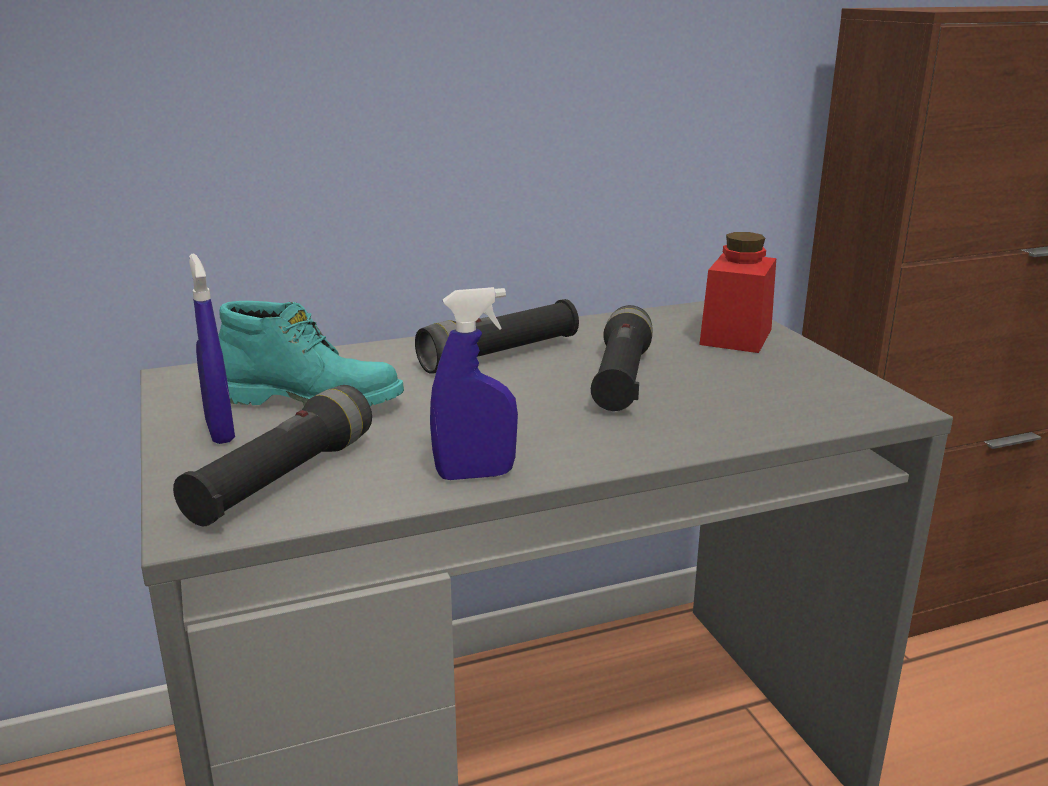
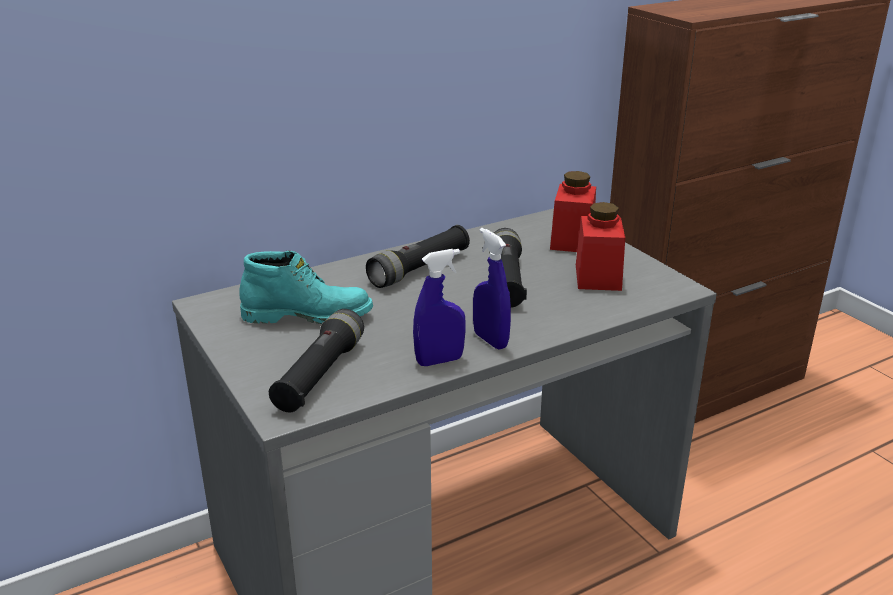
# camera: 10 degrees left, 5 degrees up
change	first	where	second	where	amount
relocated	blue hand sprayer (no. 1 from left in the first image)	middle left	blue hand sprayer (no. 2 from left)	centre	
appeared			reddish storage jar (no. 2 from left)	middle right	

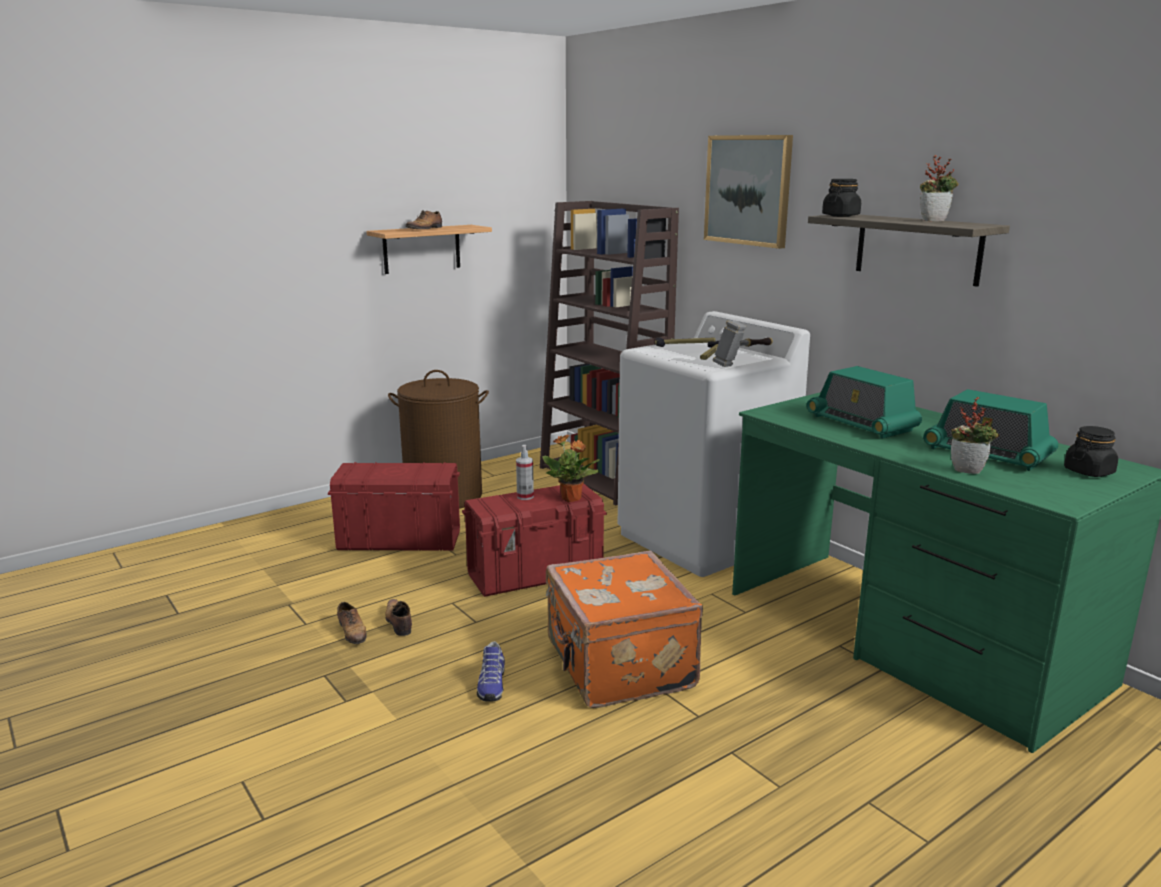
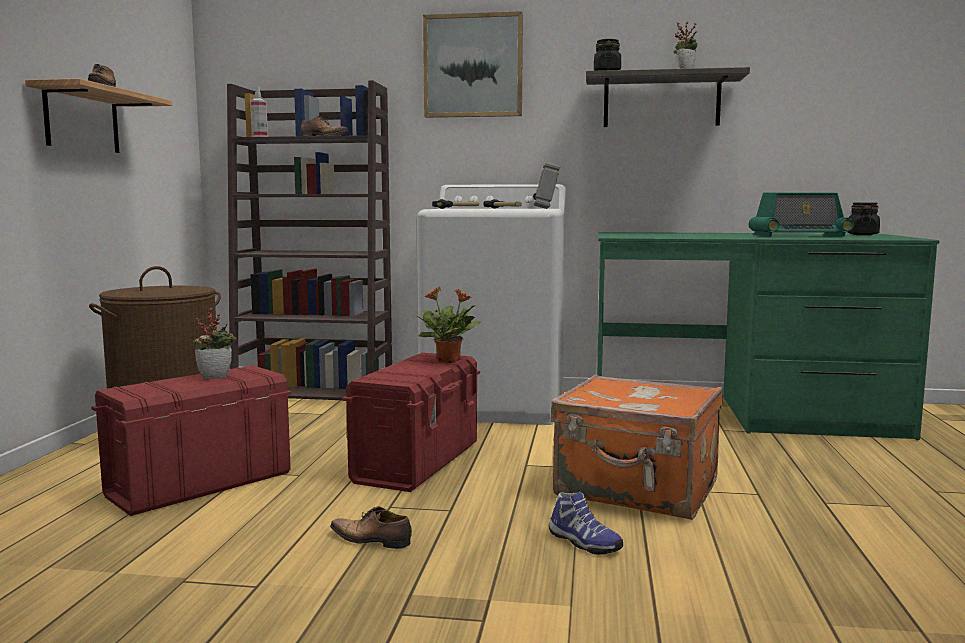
# camera: 45 degrees left, 10 degrees down
change	first	where	second	where	amount
missing	radio receiver (no. 1 from left)	middle right			
relocated	potted plant (no. 3 from left in the first image)	middle right	potted plant (no. 1 from left)	middle left	
relocated	hand sprayer	centre		top left	
relocated	item of footwear (no. 1 from left in the first image)	bottom left	item of footwear (no. 2 from left)	top centre	

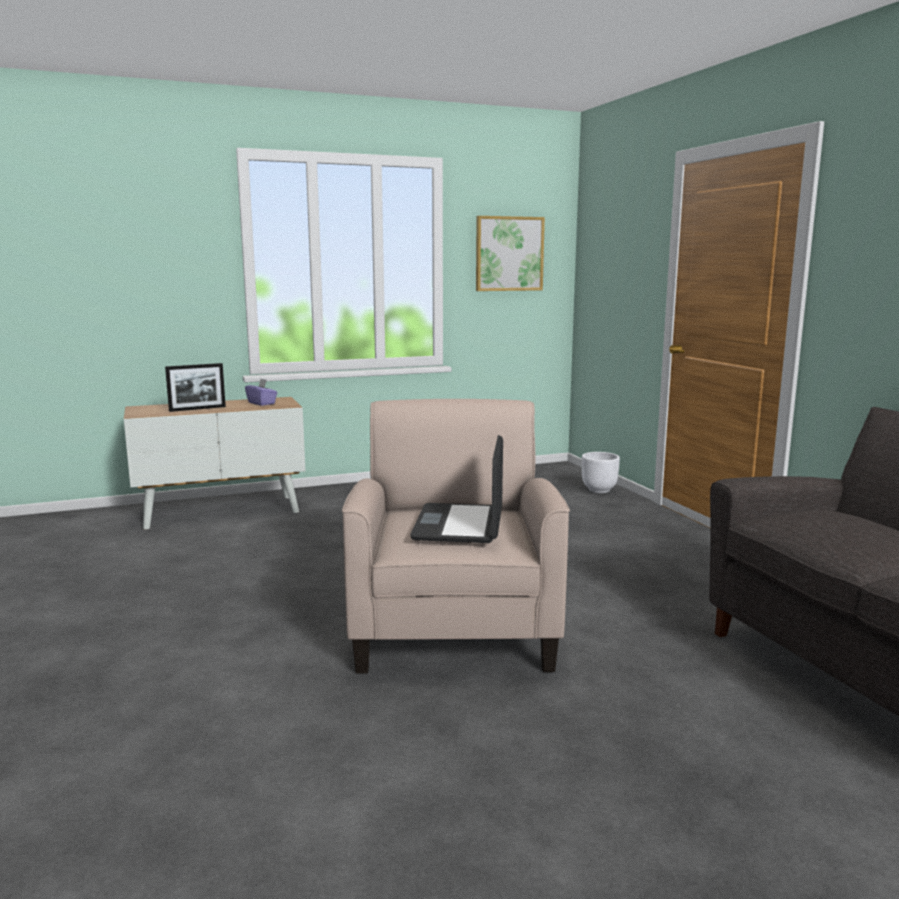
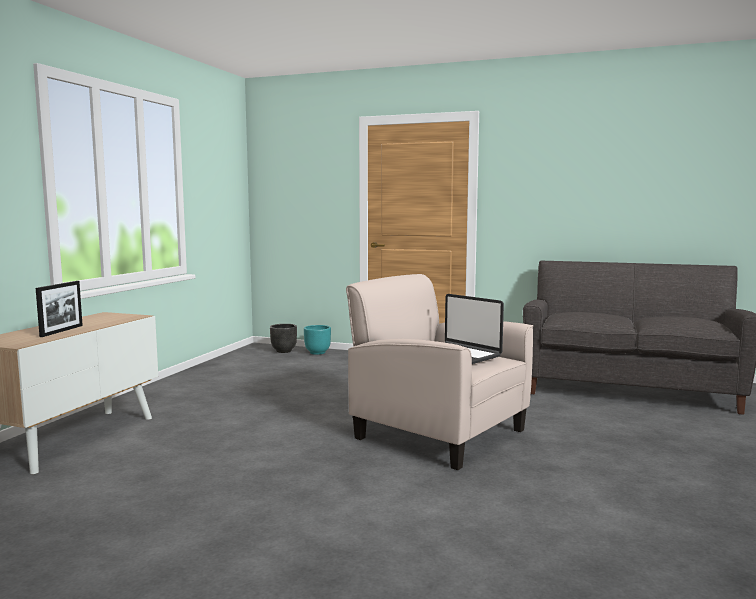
# camera: 50 degrees left, 5 degrees down
change	first	where	second	where	amount
missing	wall picture	top centre			
missing	purplish box of tissues	middle left			
colour	whitish flower pot	middle right	turquoise flower pot	centre	
appeared			black flower pot	centre	

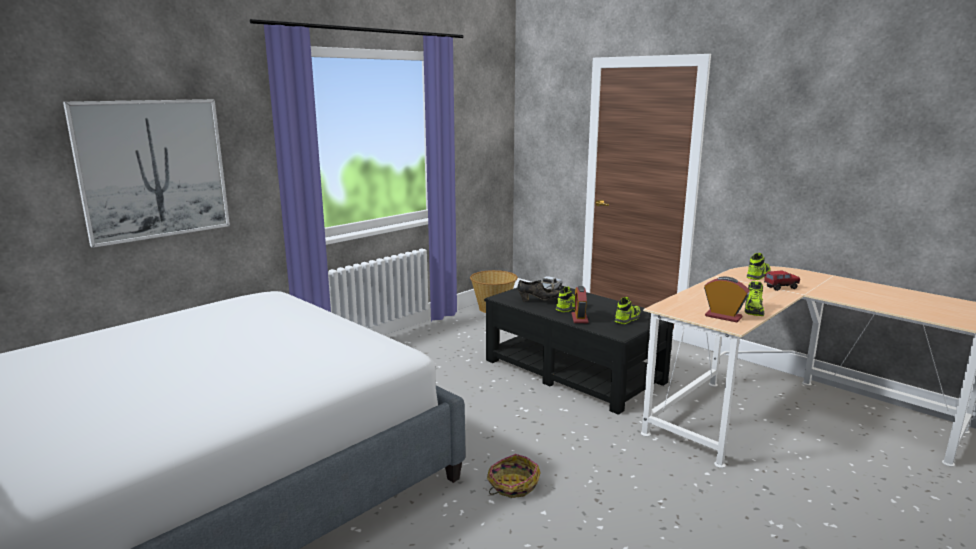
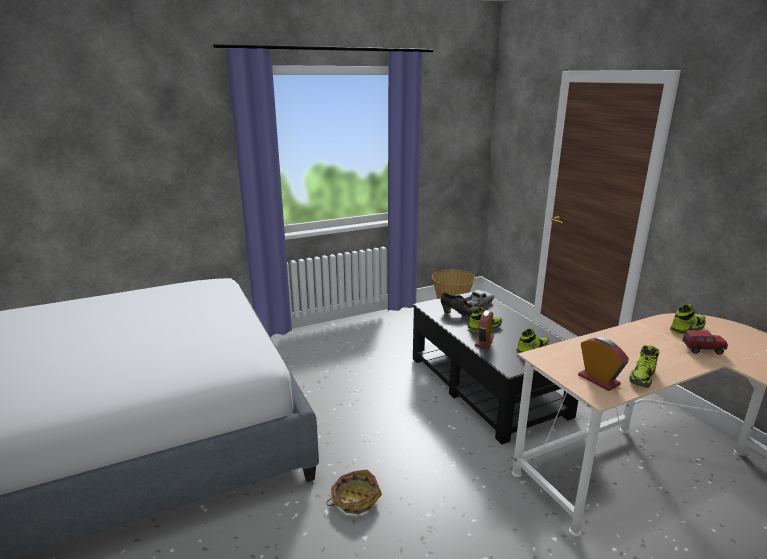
# camera: 20 degrees right, 5 degrees up
change	first	where	second	where	amount
missing	wall picture	top left			

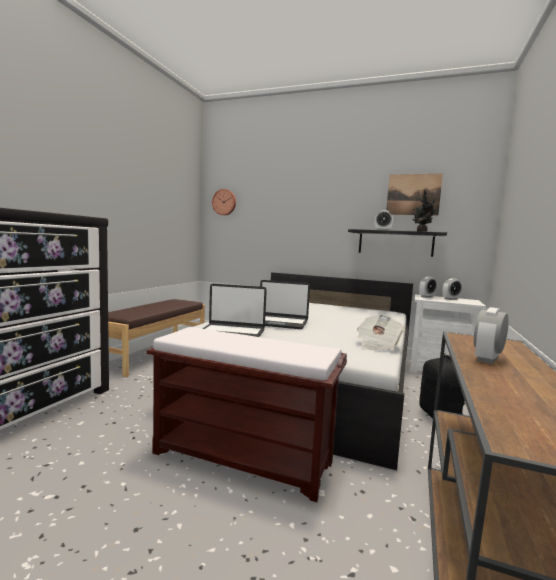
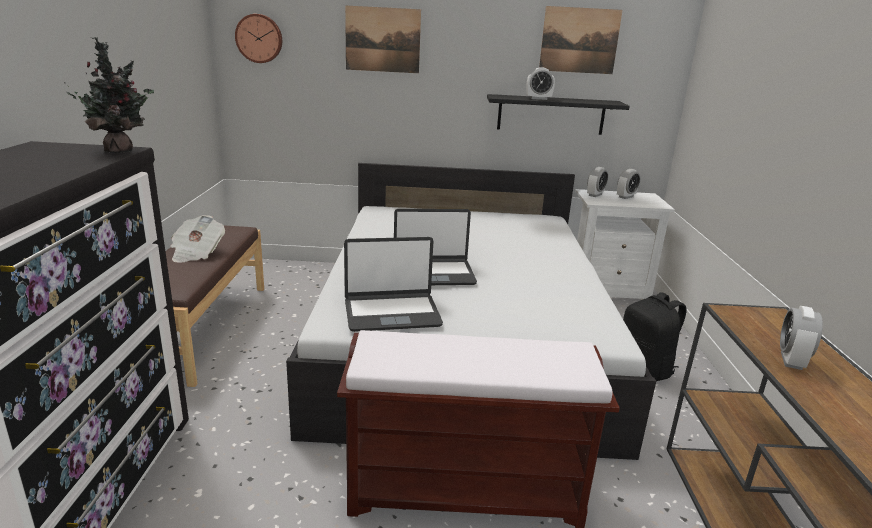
# camera: 20 degrees left, 15 degrees up
change	first	where	second	where	amount
relocated	potted plant	middle right		top left	
relocated	newspaper	middle right		middle left	
appeared			wall picture (no. 1 from left)	top centre	

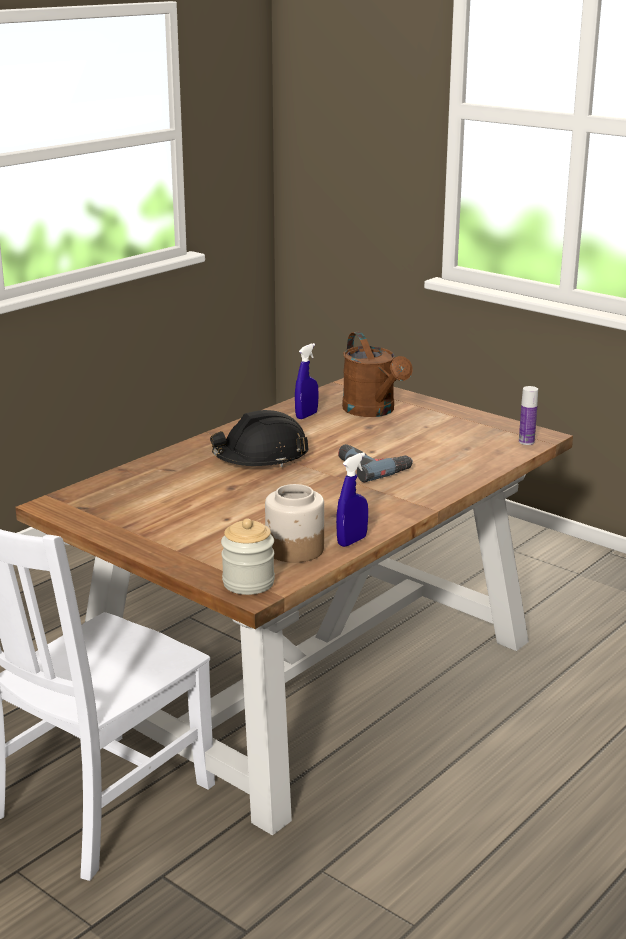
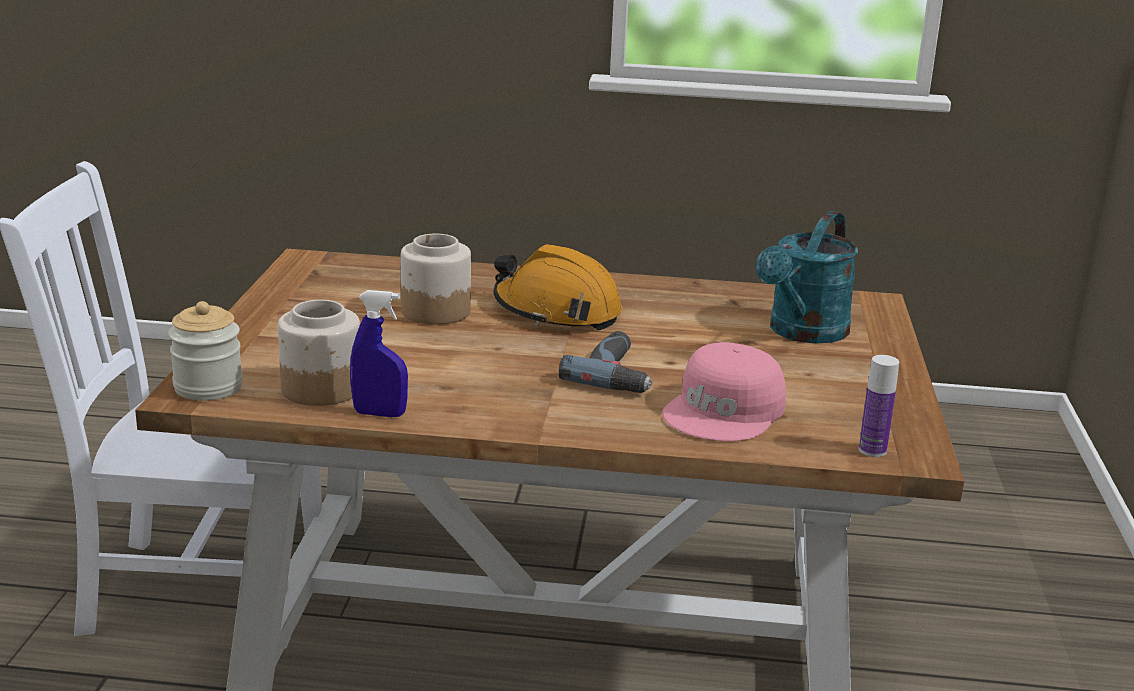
# camera: 55 degrees right, 0 degrees up
change	first	where	second	where	amount
colour	brown-coloured sprinkling can	centre	turquoise sprinkling can	middle right	
missing	blue hand sprayer (no. 1 from left)	centre			
colour	black work helmet	centre	orange-coloured work helmet	centre	
appeared			storage jar (no. 3 from left)	centre	
appeared			pink-coloured baseball cap	centre	

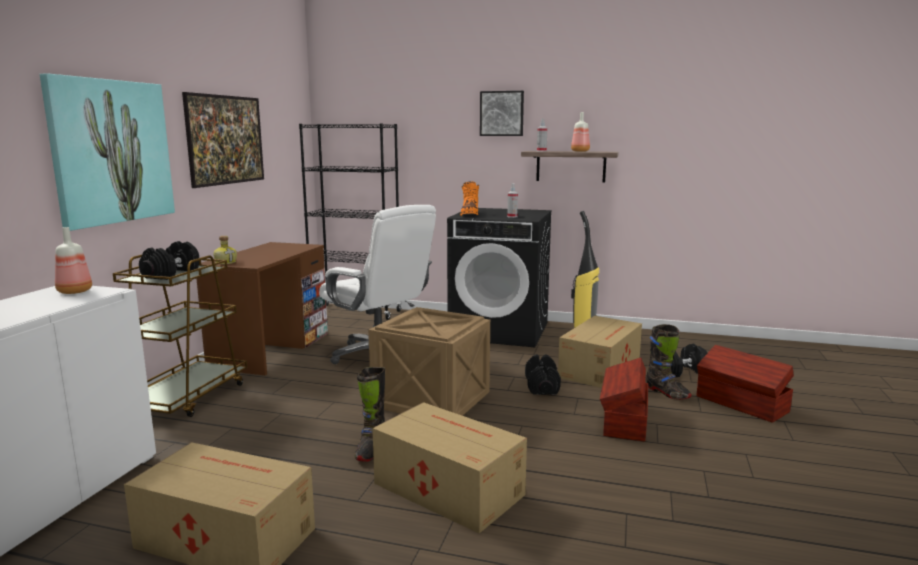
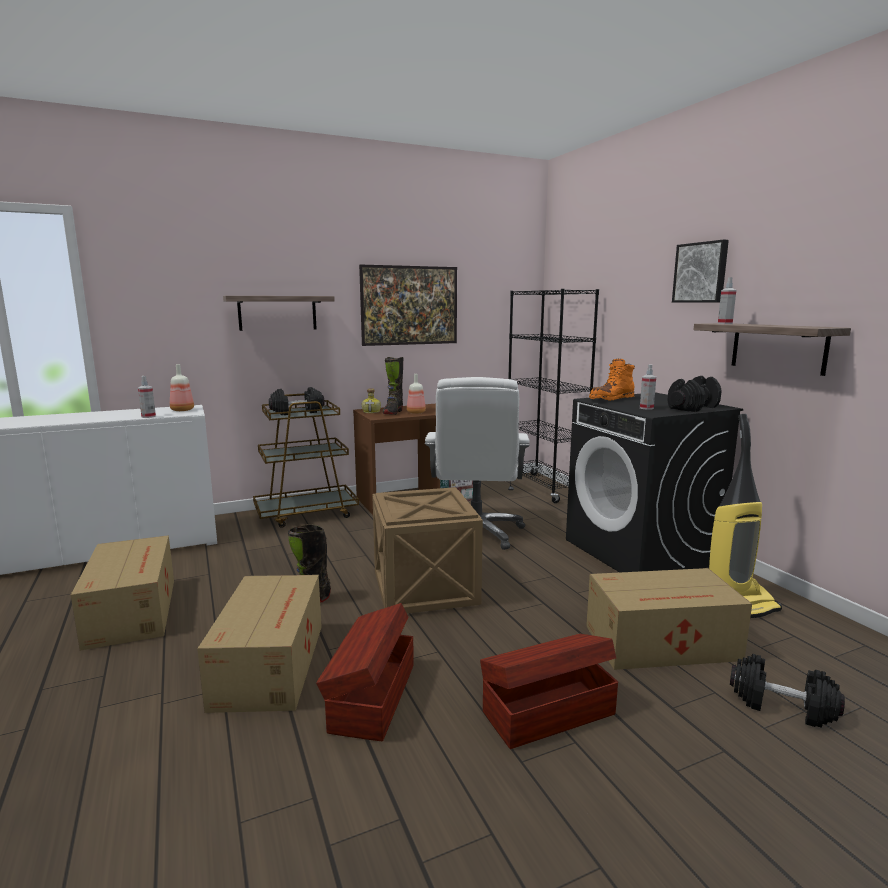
# camera: 50 degrees right, 0 degrees up
change	first	where	second	where	amount
exchanged	wall picture (no. 1 from left)	top left	wall shelf (no. 1 from left)	middle left	
relocated	drink bottle (no. 3 from left)	top centre		centre	
relocated	black tall boot (no. 2 from left)	middle right		centre	
relocated	brown-coloured storage container (no. 2 from left in the first image)	bottom right	brown-coloured storage container (no. 1 from left)	bottom centre	
relocated	black hand weight (no. 2 from left)	centre		middle right	
appeared			hand sprayer (no. 1 from left)	middle left	

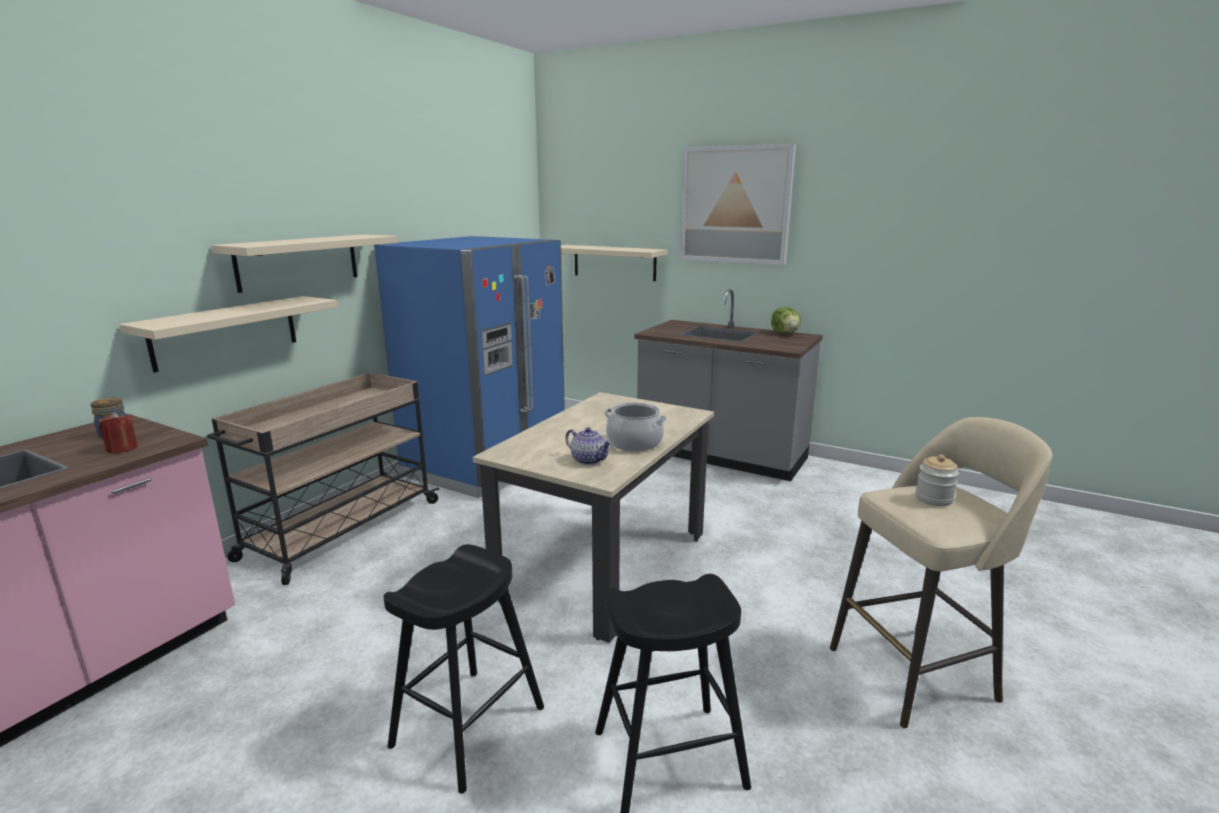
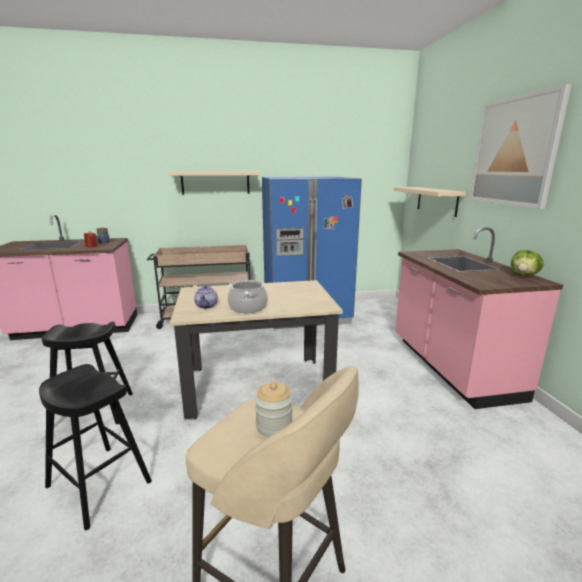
# camera: 50 degrees right, 0 degrees up
change	first	where	second	where	amount
colour	greyish kitchen counter	centre	pink-coloured kitchen counter (no. 2 from left)	middle right	
missing	sand-coloured wall shelf (no. 1 from left)	middle left			

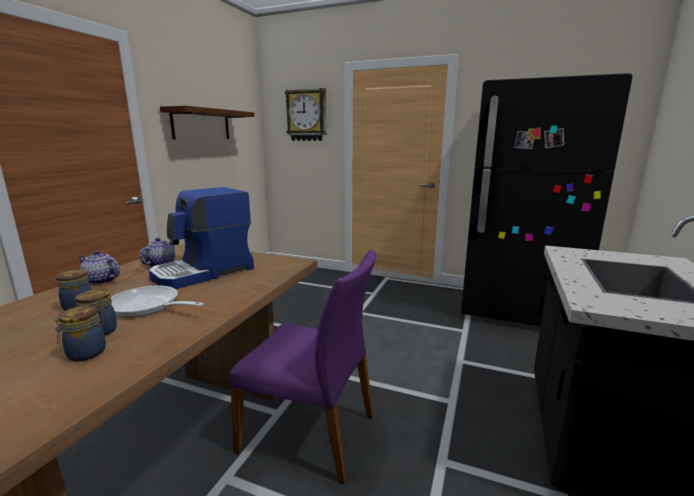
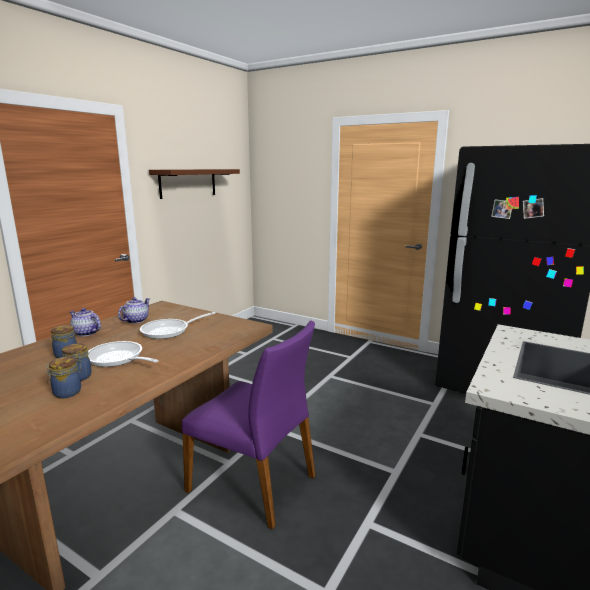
# camera: 10 degrees right, 0 degrees up
change	first	where	second	where	amount
missing	hanging clock	top centre			
exchanged	coffee maker	middle left	frying pan (no. 2 from left)	middle left	

